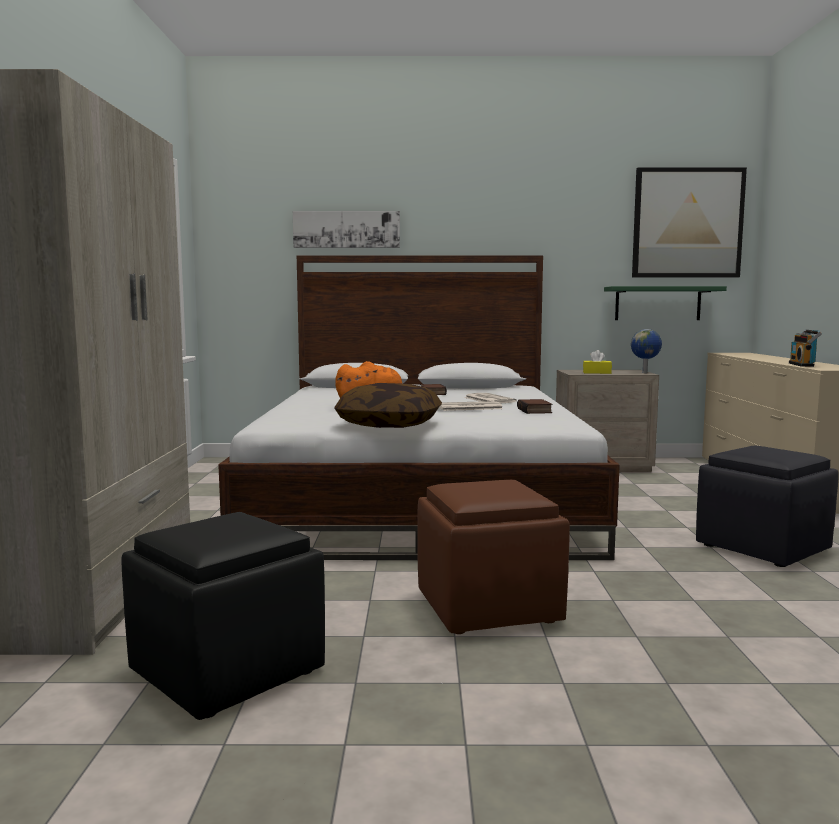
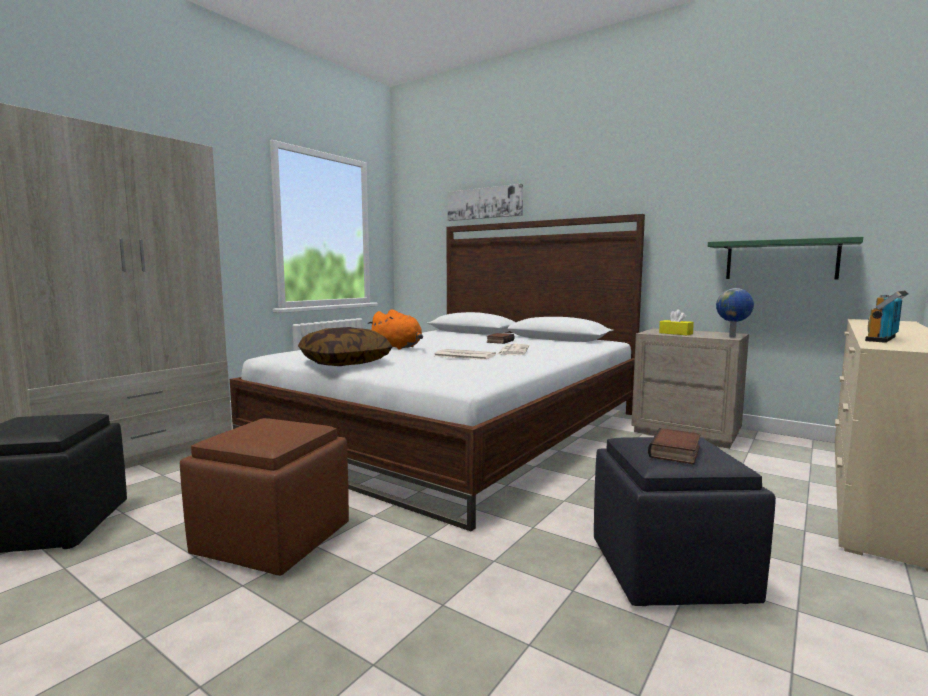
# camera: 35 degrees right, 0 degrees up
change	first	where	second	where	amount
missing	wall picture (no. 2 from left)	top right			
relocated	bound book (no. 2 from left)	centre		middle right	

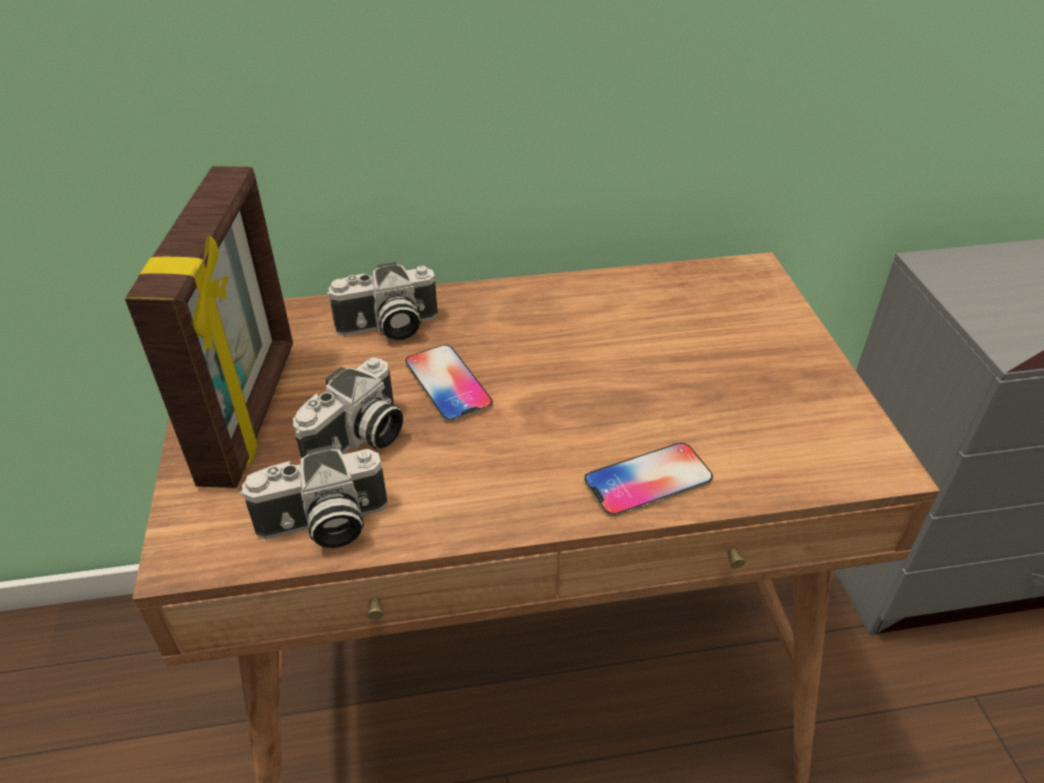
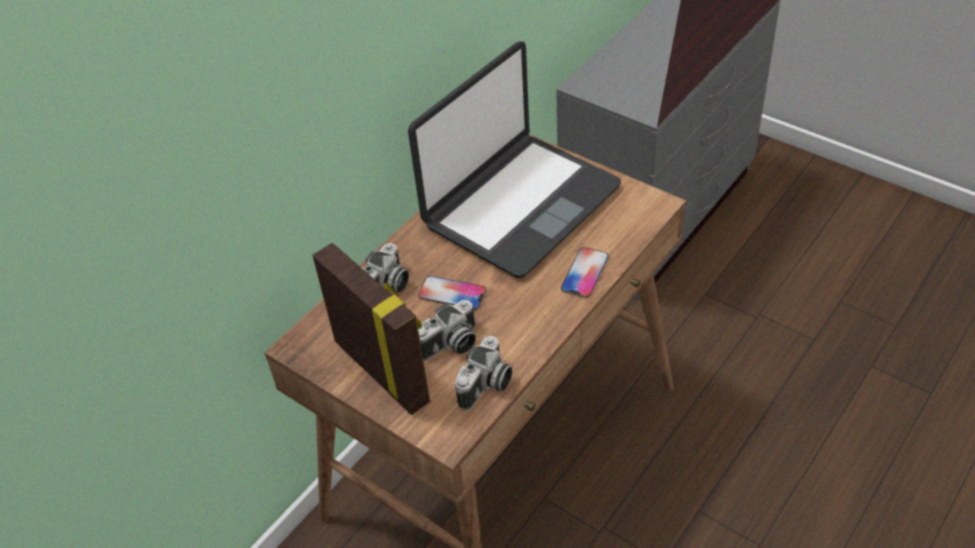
# camera: 40 degrees left, 5 degrees up
change	first	where	second	where	amount
spun	photo camera (no. 2 from left)	centre		centre	60 degrees clockwise
appeared			laptop	top centre	

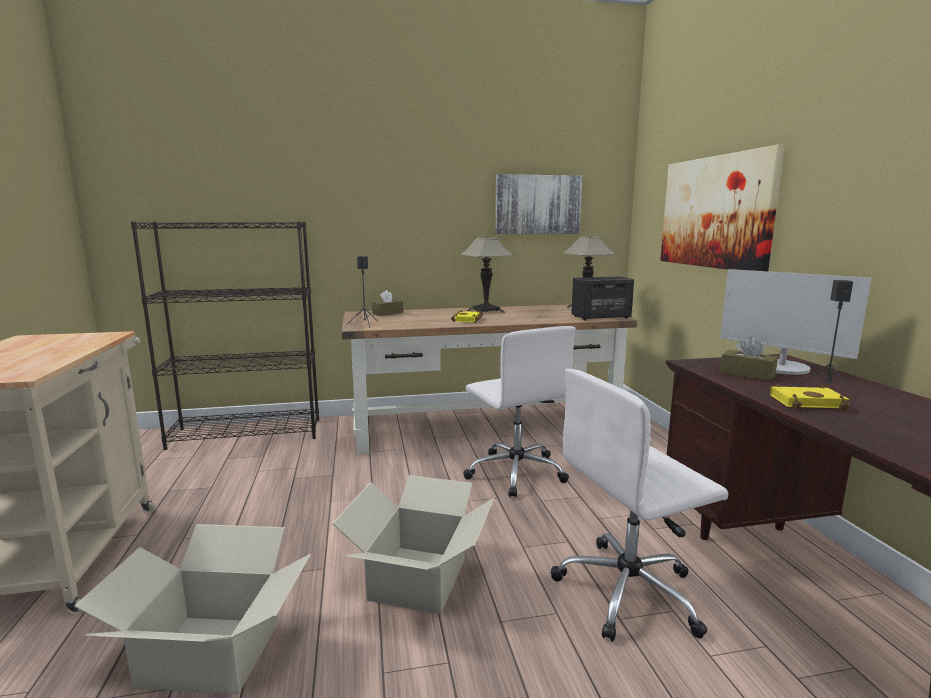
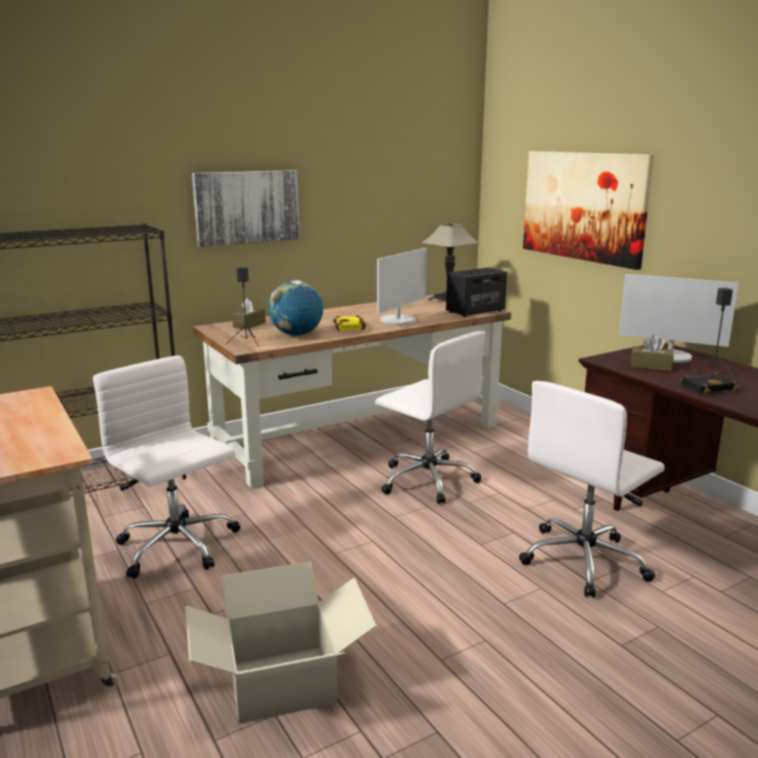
# camera: 20 degrees left, 5 degrees up
change	first	where	second	where	amount
relocated	wall picture (no. 1 from left)	top centre		top left	
missing	tabletop lamp (no. 1 from left)	centre			
colour	yellow bound book (no. 2 from left)	middle right	black bound book	middle right	
missing	cardboard box (no. 2 from left)	bottom centre			
appeared			computer screen (no. 1 from left)	centre	
appeared			globe	centre	
appeared			whitish desk chair (no. 1 from left)	middle left	

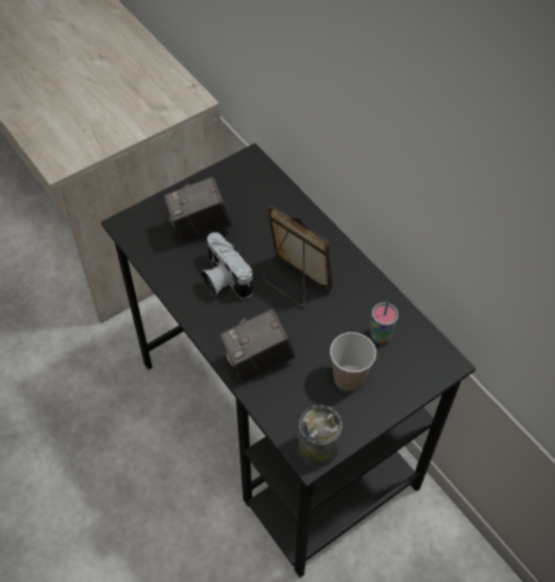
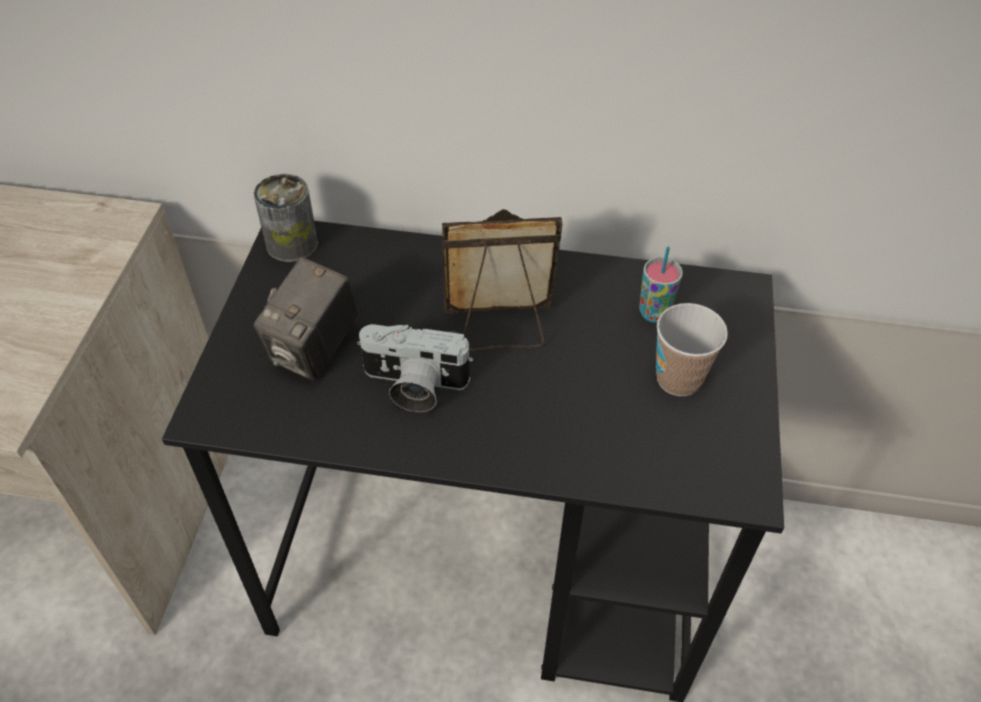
# camera: 45 degrees left, 5 degrees down
change	first	where	second	where	amount
missing	photo camera (no. 3 from left)	centre			
relocated	sealed can	bottom centre		top left	

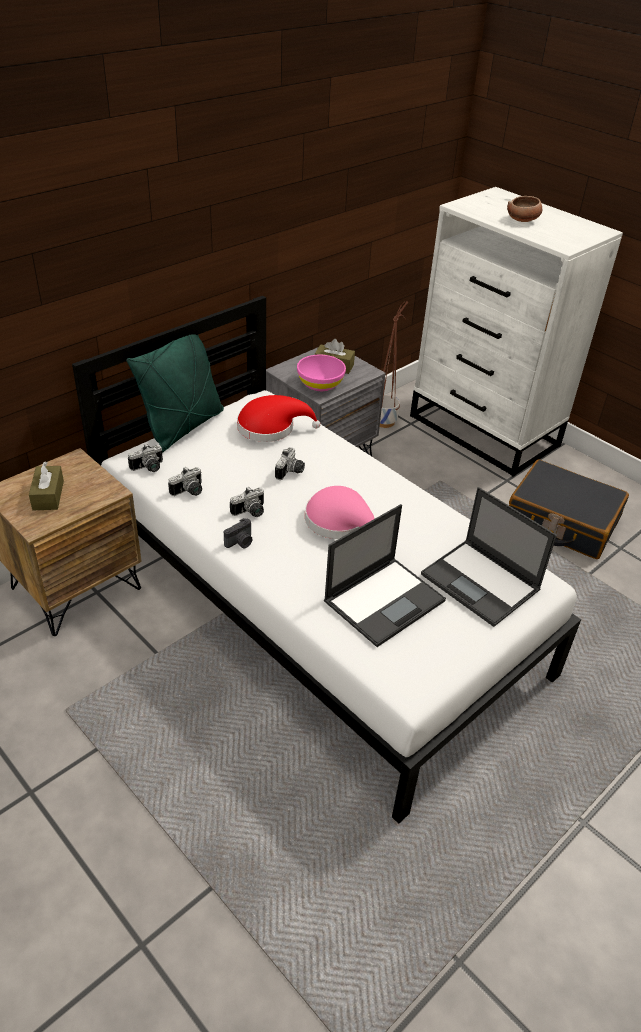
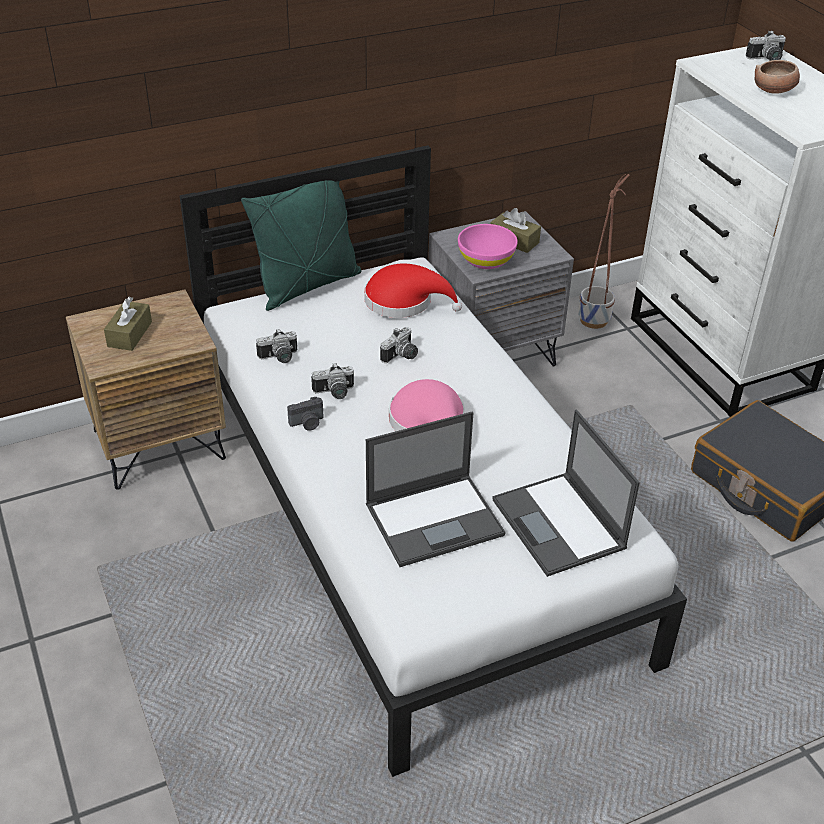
# camera: 20 degrees right, 0 degrees up
change	first	where	second	where	amount
relocated	photo camera (no. 1 from left in the first image)	middle left	photo camera (no. 5 from left)	top right	

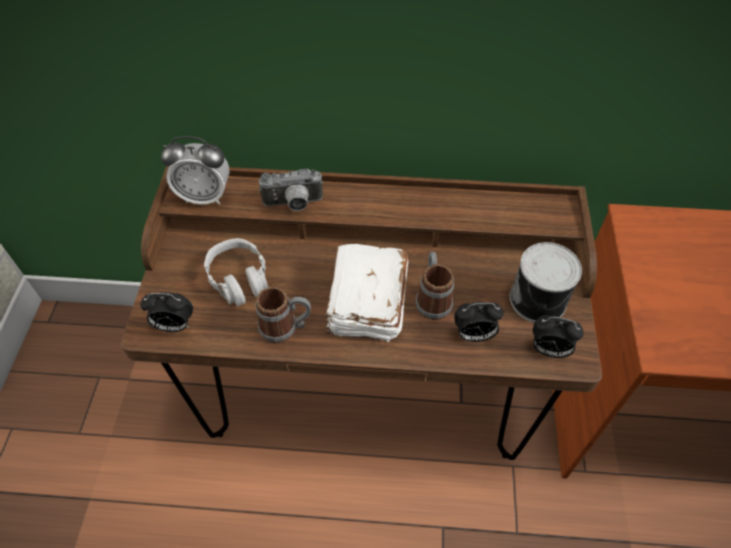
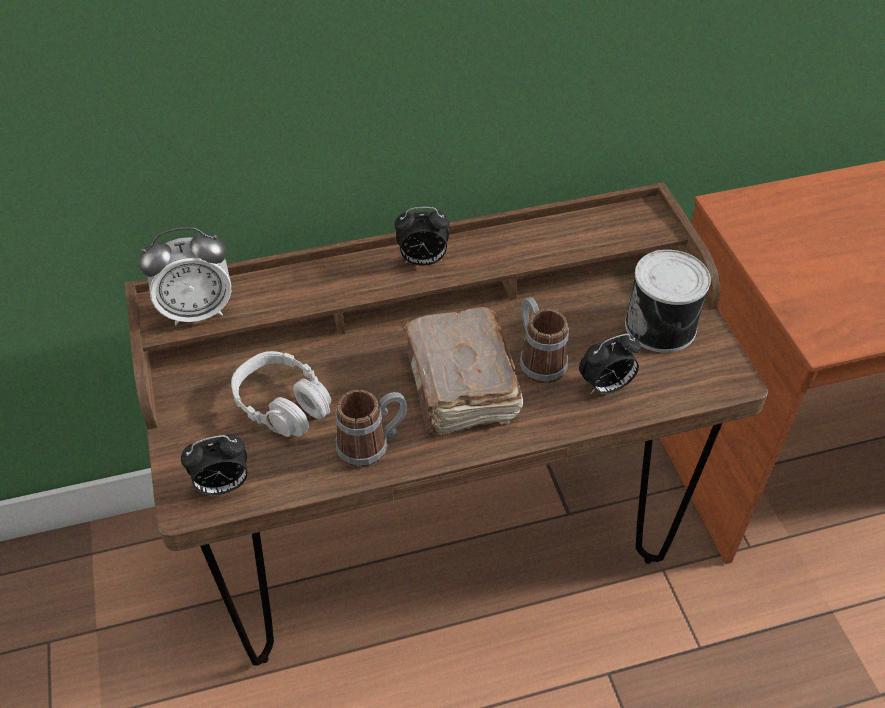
# camera: 20 degrees left, 5 degrees down
change	first	where	second	where	amount
missing	photo camera	centre			
colour	whitish bound book	centre	brown-coloured bound book	centre	
relocated	alarm clock (no. 4 from left in the first image)	middle right	alarm clock (no. 3 from left)	centre	

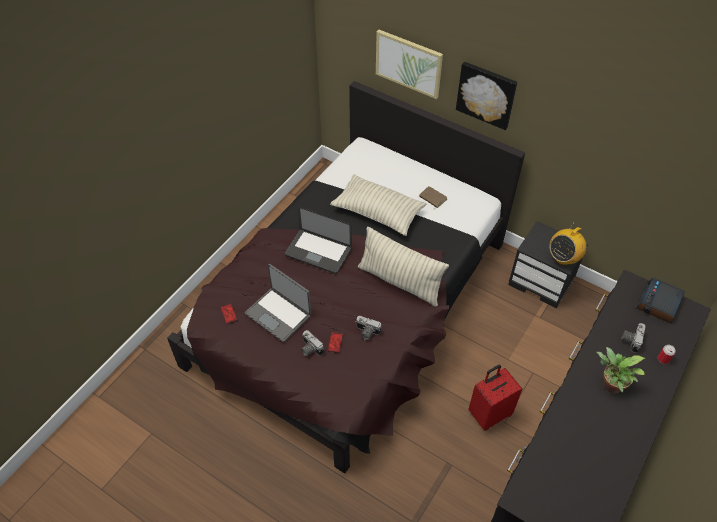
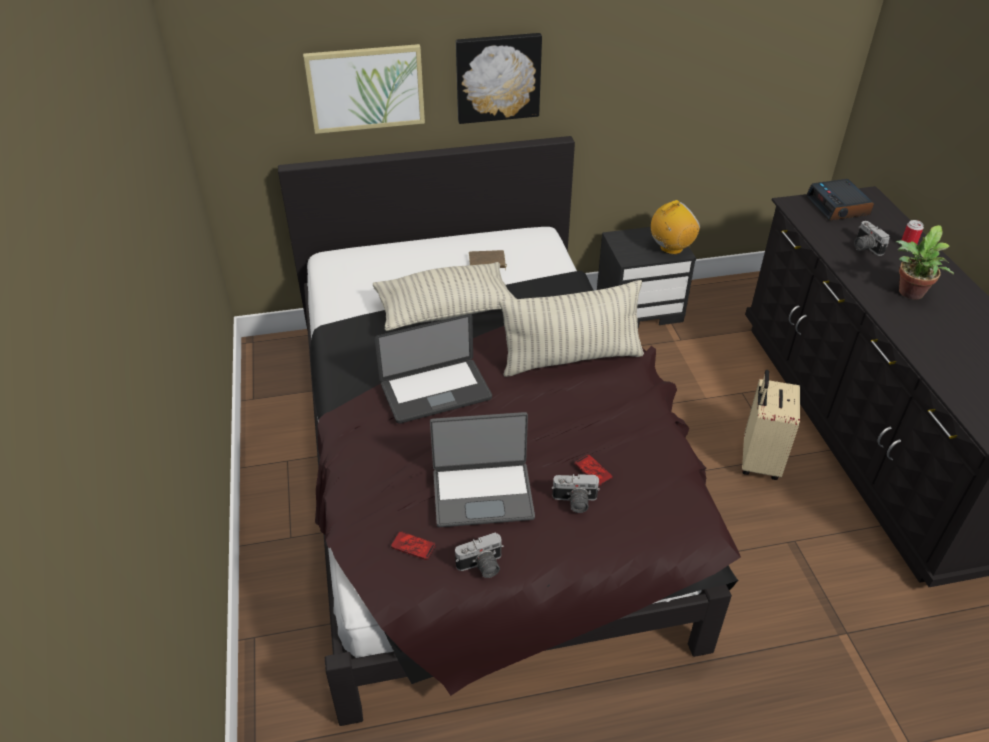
# camera: 45 degrees left, 10 degrees down
change	first	where	second	where	amount
spun	radio receiver	middle right		top right	120 degrees counterclockwise
relocated	photo camera (no. 2 from left in the first image)	centre	photo camera (no. 1 from left)	bottom centre	
colour	reddish travel case	bottom right	sand-coloured travel case	middle right	

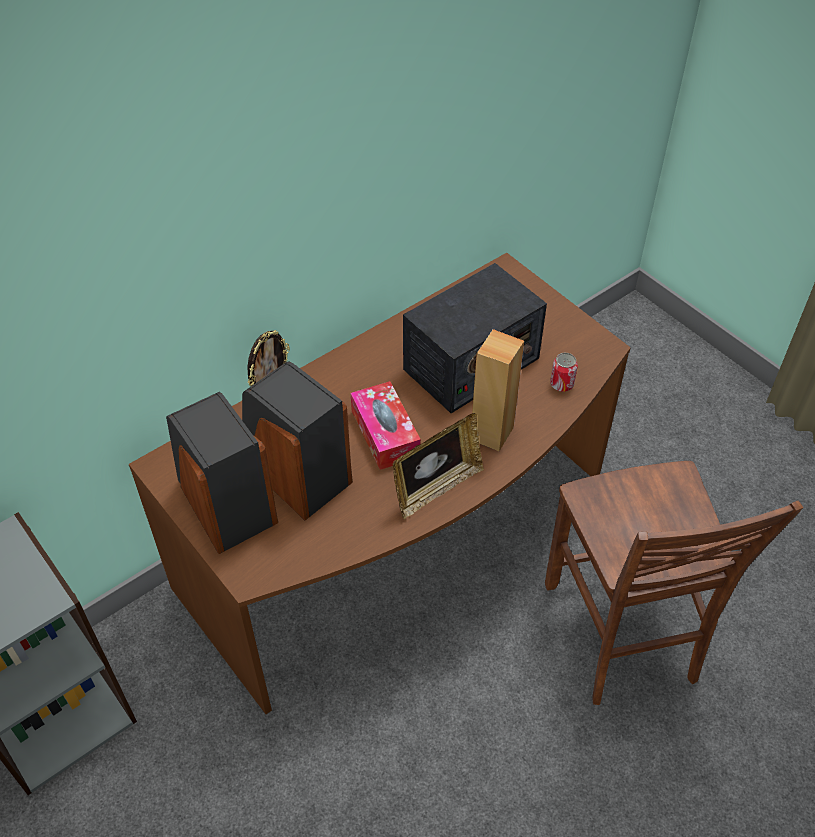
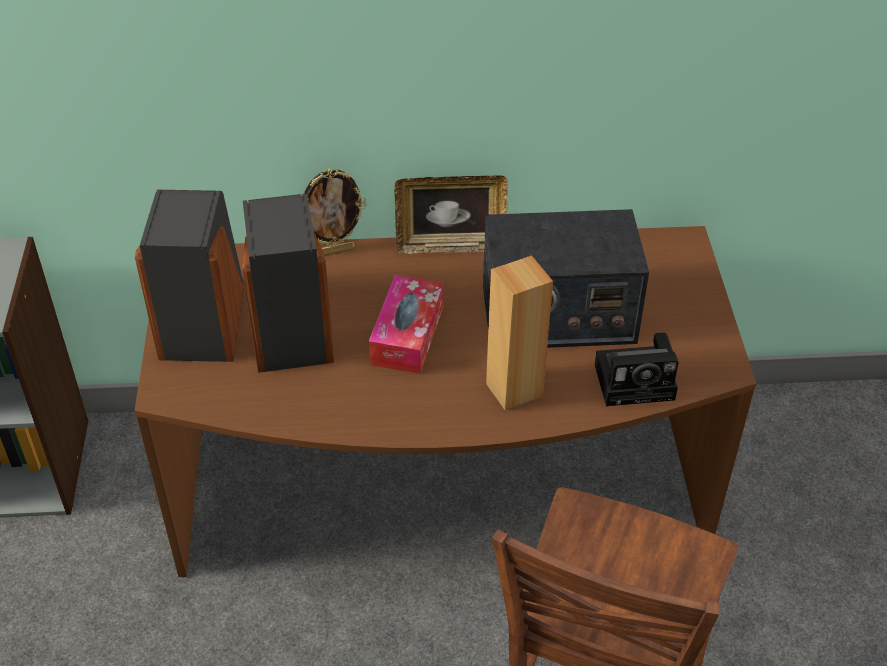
# camera: 35 degrees right, 5 degrees down
change	first	where	second	where	amount
exchanged	sealed can	middle right	photo camera	middle right	
relocated	standing frame (no. 2 from left)	centre		top centre	

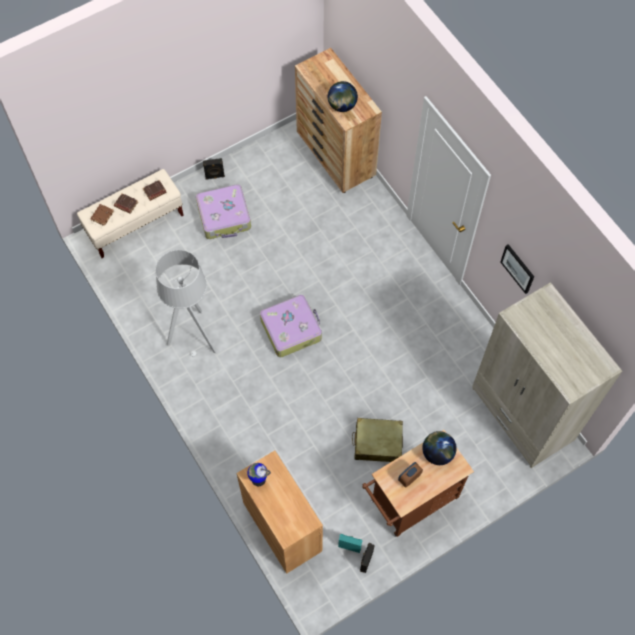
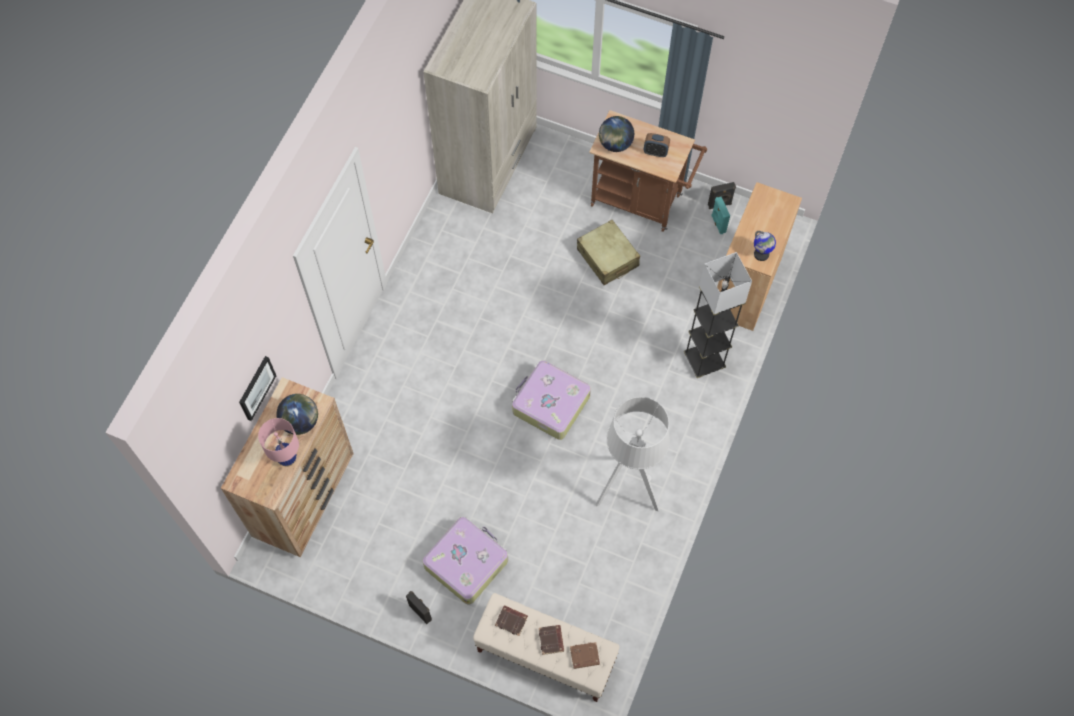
# camera: 125 degrees left, 0 degrees up
change	first	where	second	where	amount
relocated	wall picture	middle right		middle left	
appeared			greyish standard lamp (no. 2 from left)	middle right	
appeared			pink-coloured tabletop lamp	middle left	

